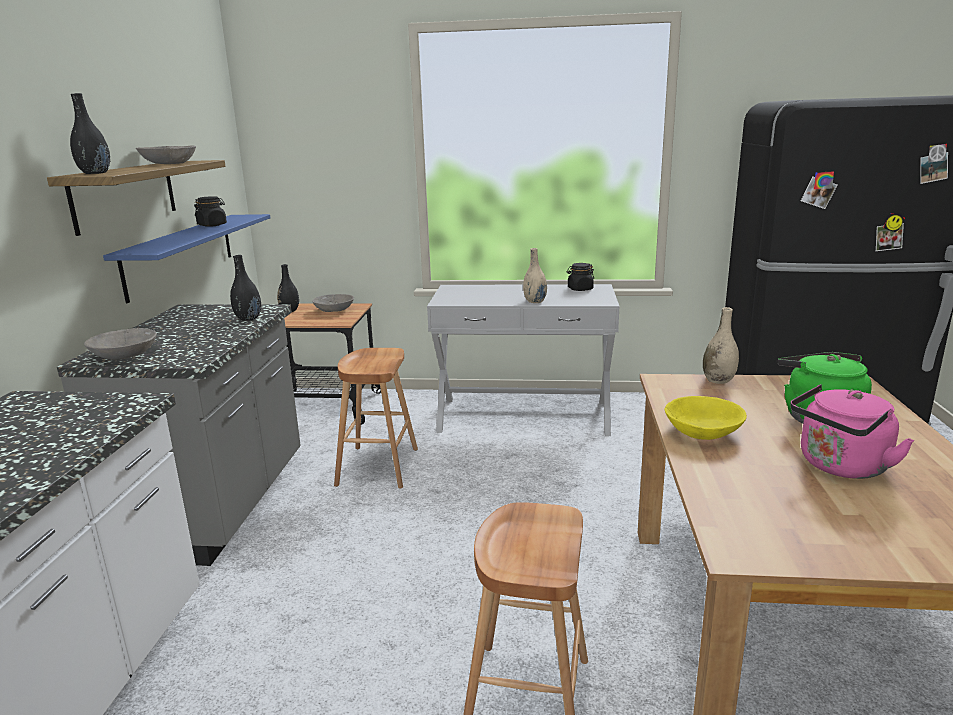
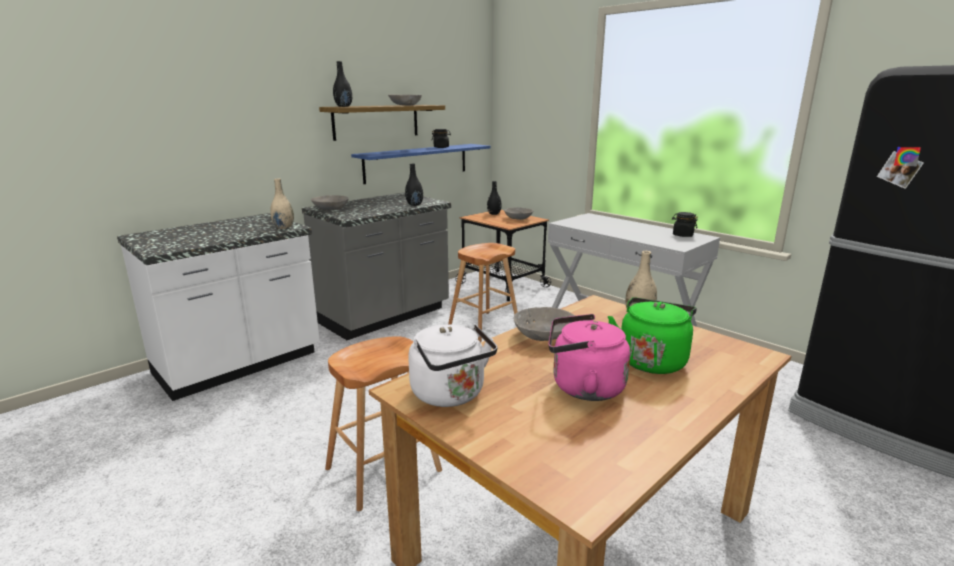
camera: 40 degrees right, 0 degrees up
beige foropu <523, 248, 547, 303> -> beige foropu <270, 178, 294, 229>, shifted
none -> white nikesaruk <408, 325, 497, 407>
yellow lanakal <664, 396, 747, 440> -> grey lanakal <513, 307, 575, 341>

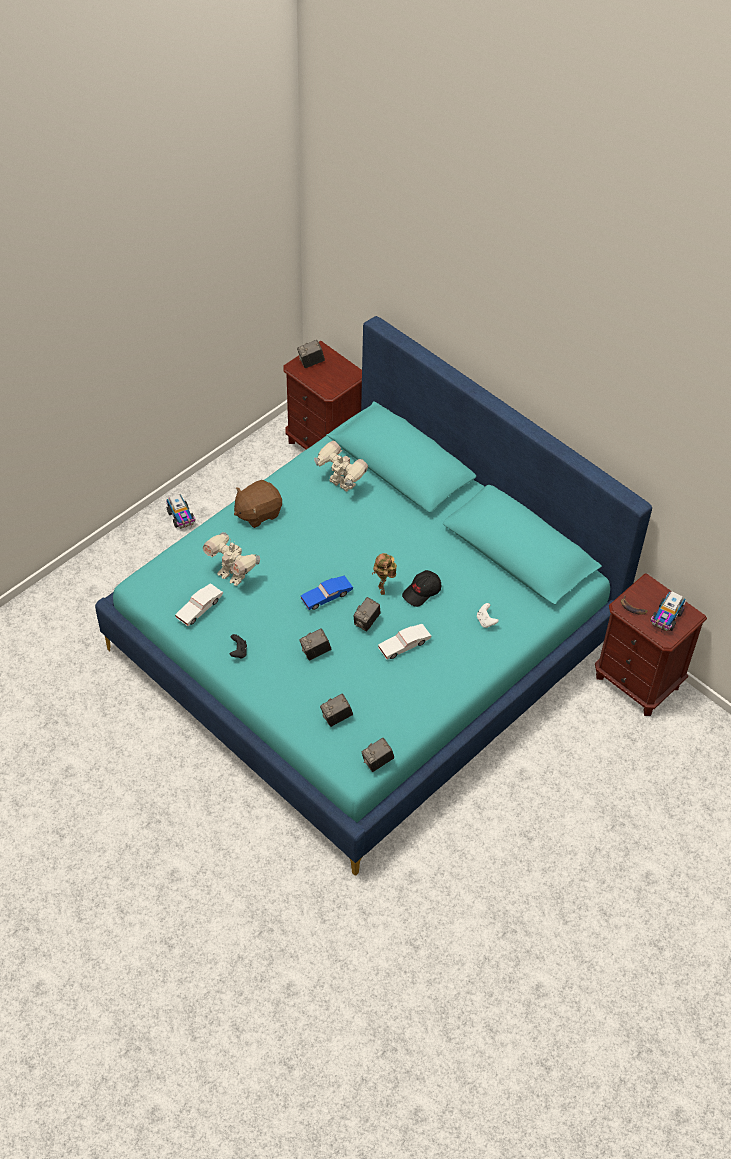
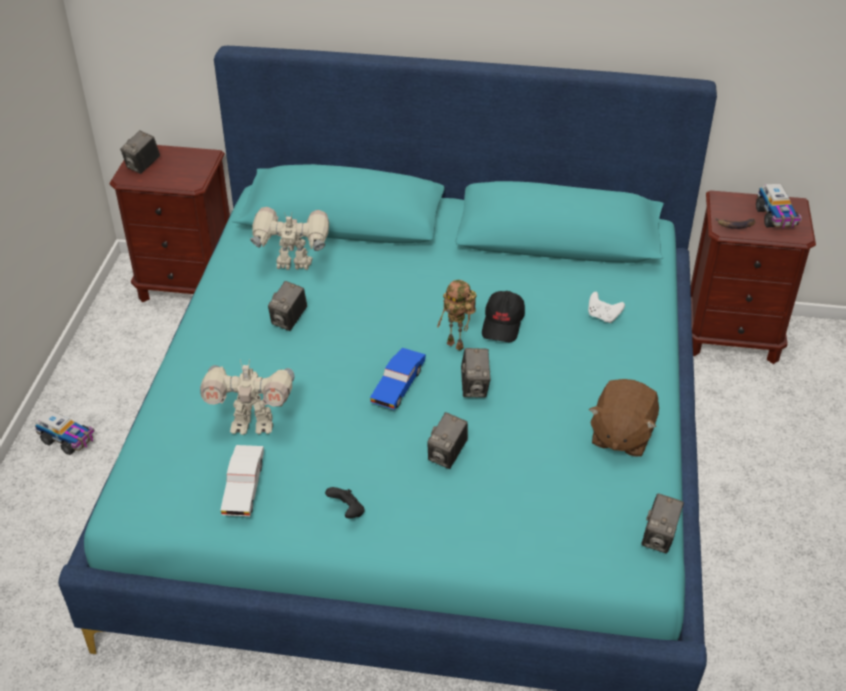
camera: 35 degrees left, 10 degrees down
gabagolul <320, 694, 353, 727> -> gabagolul <268, 281, 307, 331>, shifted
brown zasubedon <234, 480, 282, 528> -> brown zasubedon <589, 379, 659, 457>, shifted
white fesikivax <378, 624, 431, 660> -> none

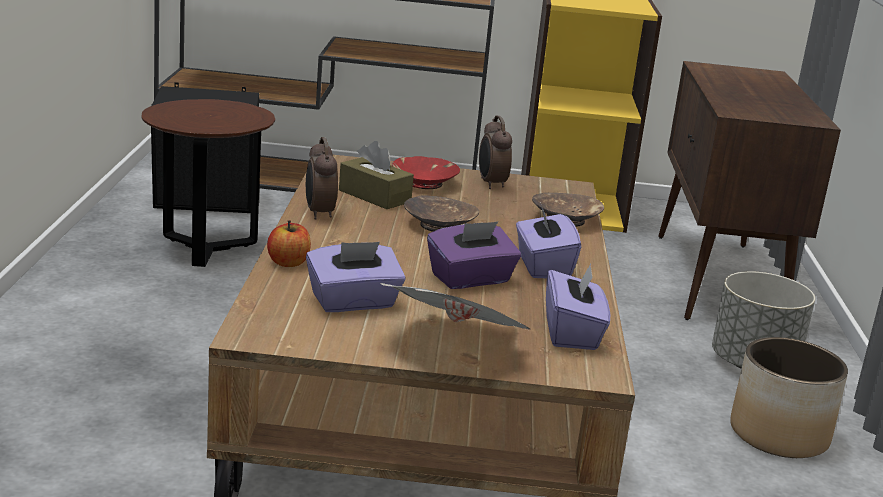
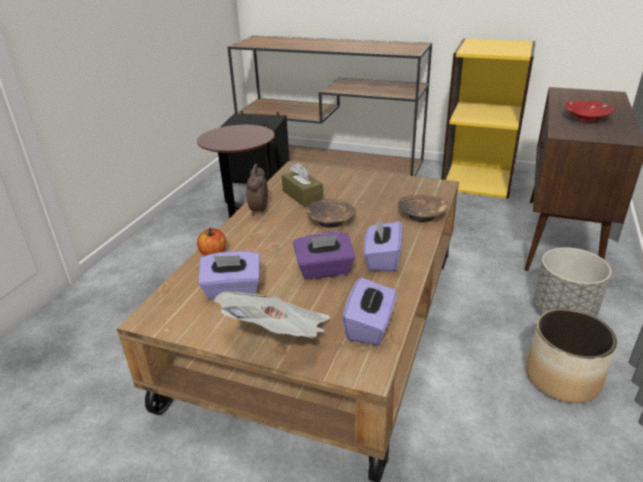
camera: 20 degrees right, 10 degrees up
red lanakal <392, 156, 460, 189> -> red lanakal <565, 101, 614, 123>, shifted
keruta <479, 116, 512, 189> -> none

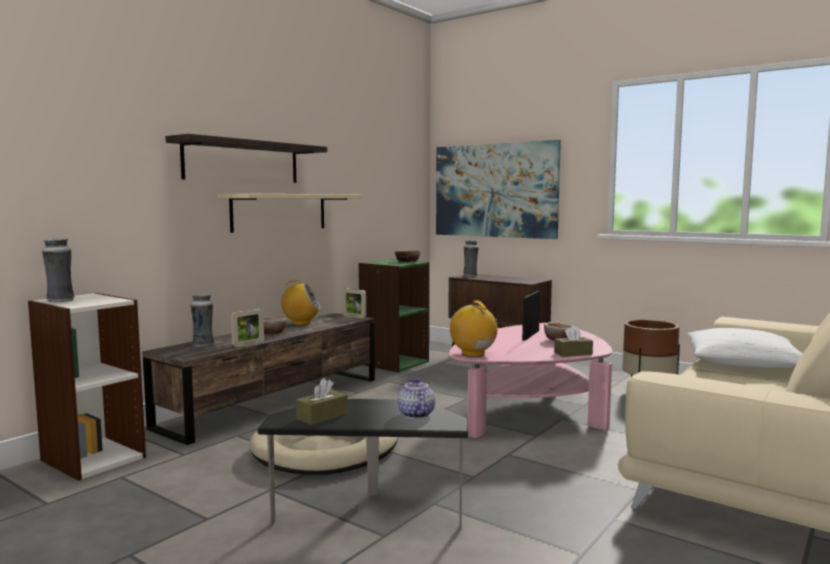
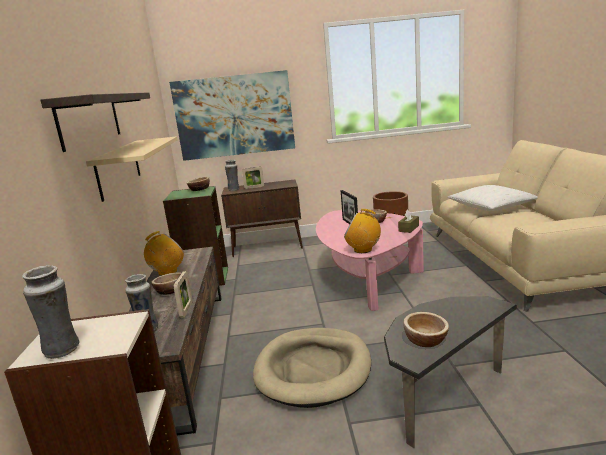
camera: 40 degrees left, 10 degrees up
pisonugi <342, 288, 366, 319> -> pisonugi <242, 167, 264, 189>, shifted
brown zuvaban <296, 378, 348, 425> -> lanakal <403, 312, 449, 347>
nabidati <397, 378, 435, 419> -> none

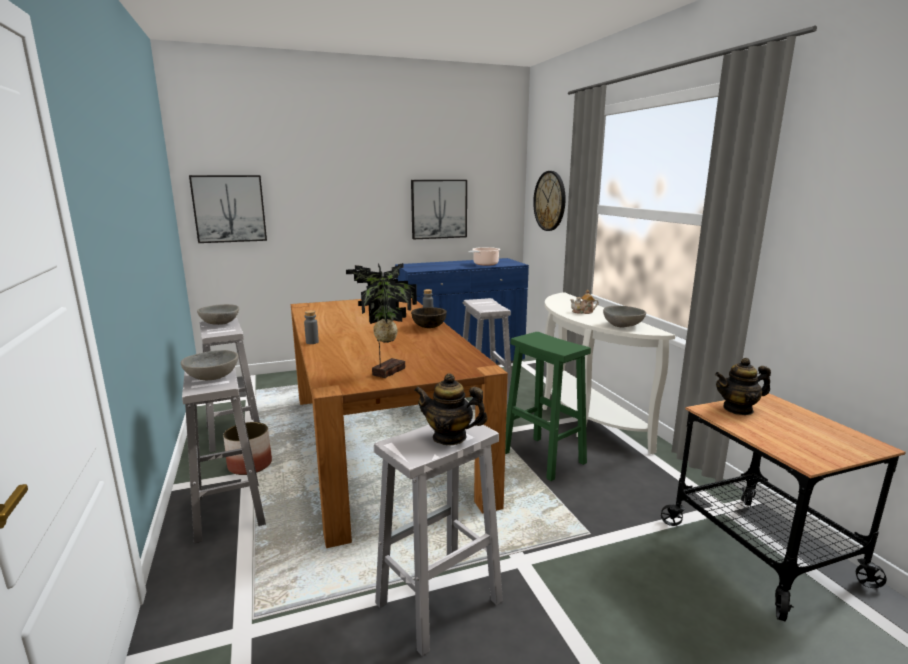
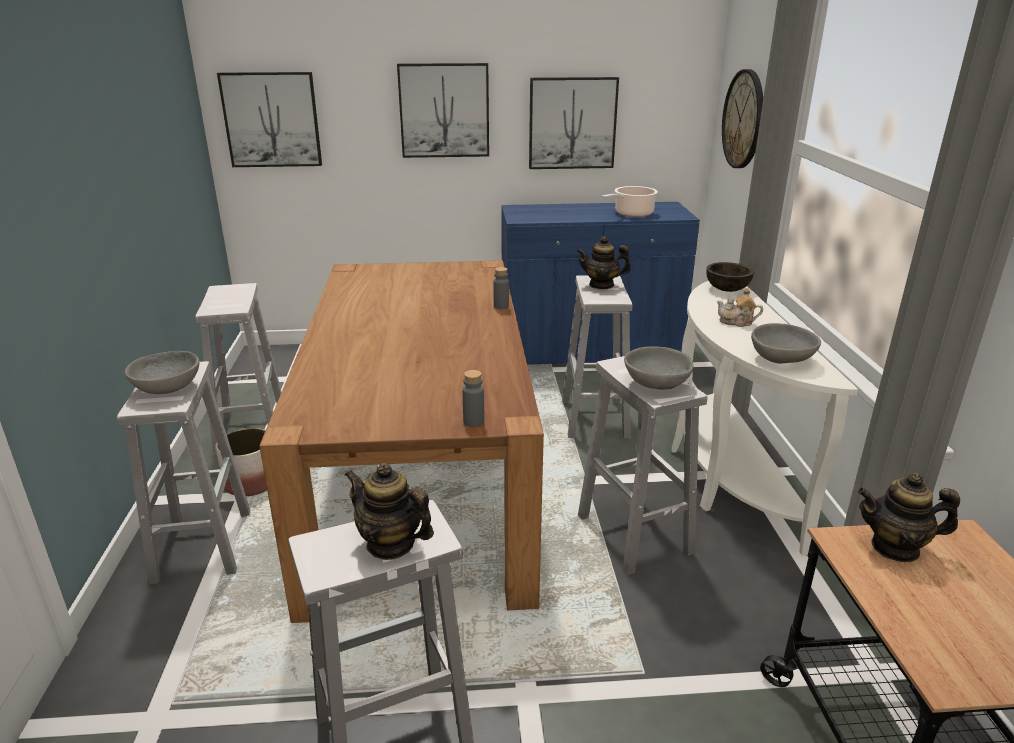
camera: 15 degrees right, 10 degrees up
none -> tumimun <397, 63, 489, 158>
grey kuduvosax <304, 310, 319, 344> -> grey kuduvosax <462, 370, 484, 427>, shifted
none -> nabidati <577, 236, 631, 289>
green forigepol <505, 332, 591, 481> -> white forigepol <578, 356, 707, 575>
grey lanakal <197, 304, 239, 325> -> grey lanakal <624, 346, 693, 390>, shifted
brown lanakal <411, 307, 447, 328> -> brown lanakal <706, 262, 754, 292>, shifted
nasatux <346, 263, 417, 378> -> none

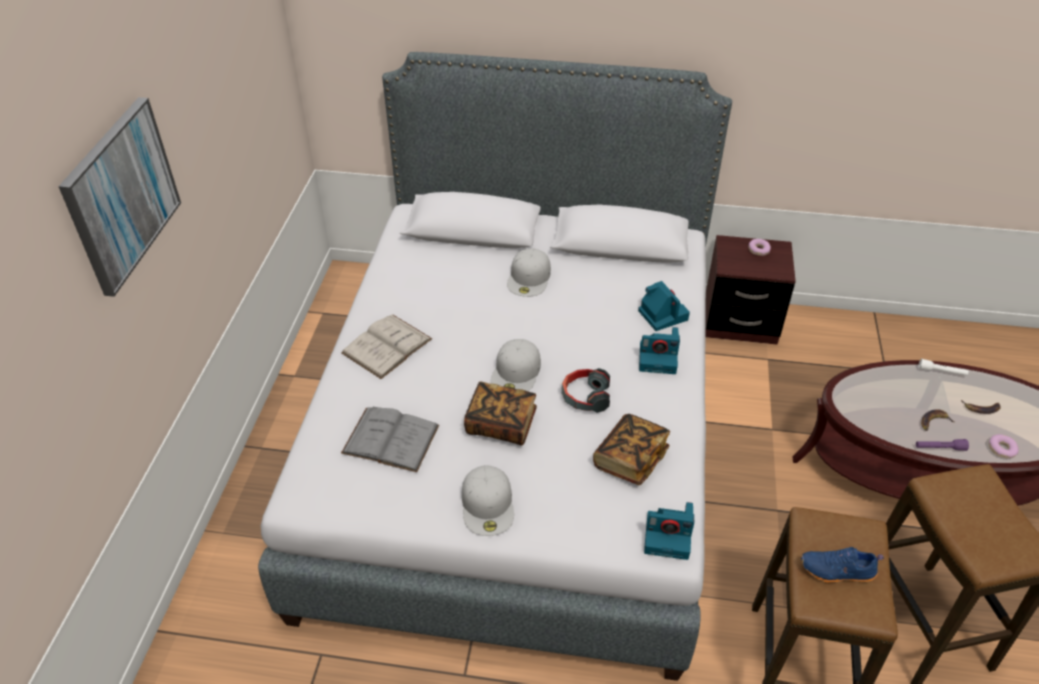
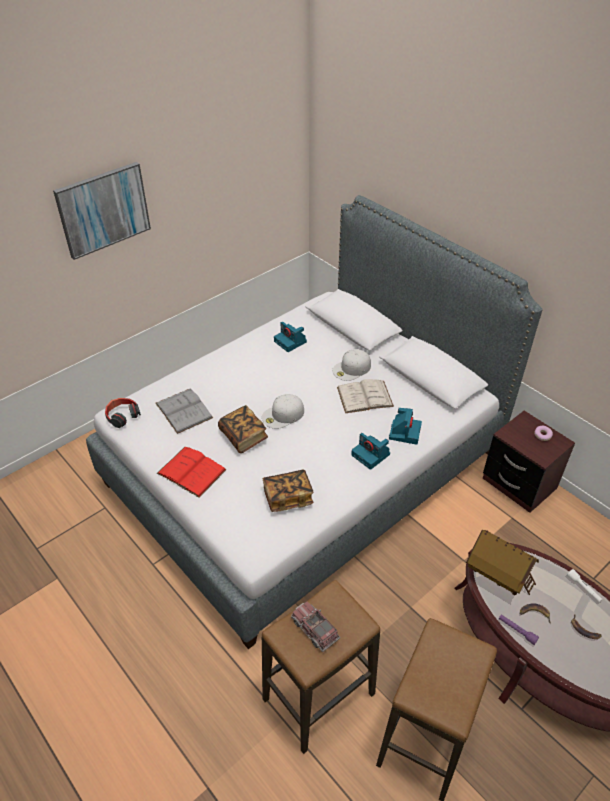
camera: 40 degrees right, 0 degrees up
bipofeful <562, 368, 610, 413> -> bipofeful <105, 398, 141, 428>, shifted
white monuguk <462, 465, 514, 536> -> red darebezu <157, 447, 227, 498>
gabagolul <644, 502, 694, 560> -> gabagolul <274, 321, 307, 352>, shifted
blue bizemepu <801, 547, 884, 583> -> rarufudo <291, 601, 340, 652>
white darebezu <342, 315, 433, 379> -> white darebezu <337, 379, 394, 413>, shifted
none -> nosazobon <466, 530, 539, 595>
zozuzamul <989, 434, 1019, 458> -> none

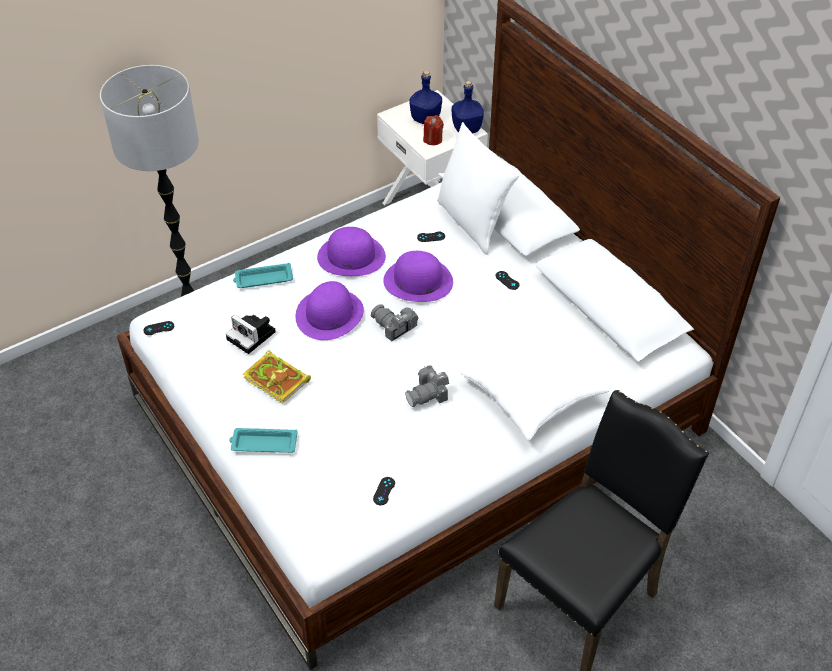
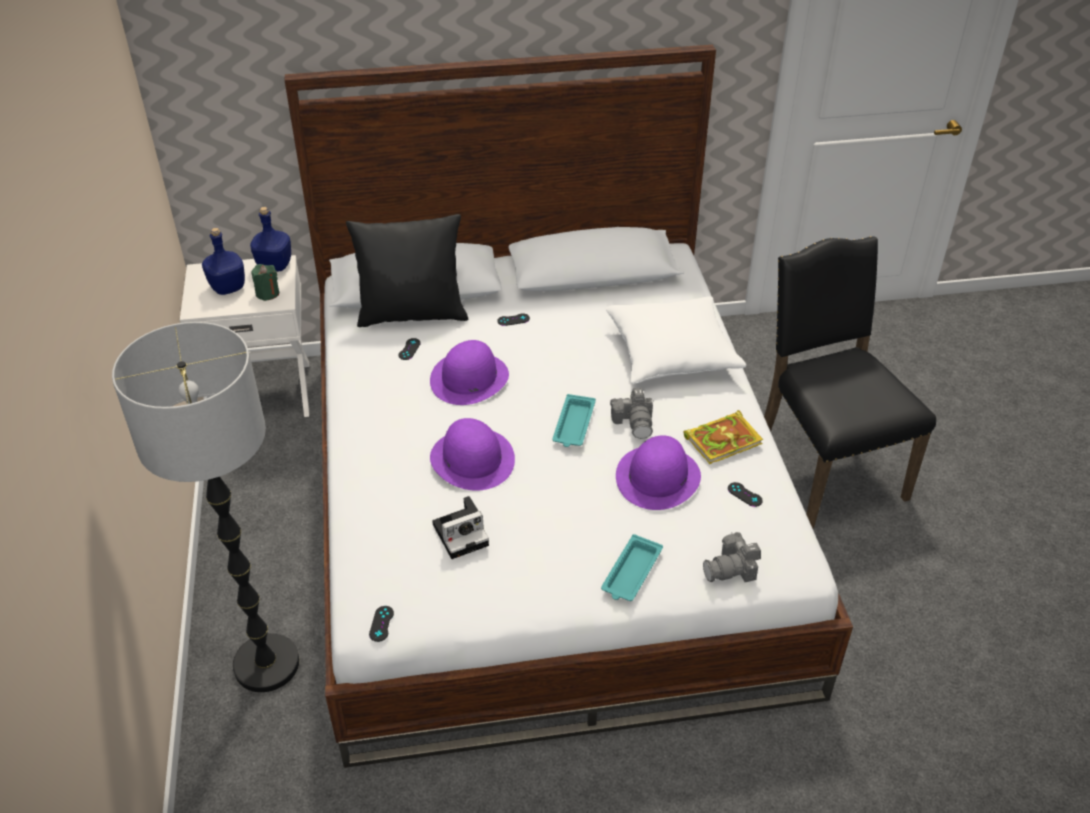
camera: 65 degrees left, 5 degrees down
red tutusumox <423, 115, 444, 145> -> green tutusumox <251, 264, 279, 301>
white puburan <437, 122, 519, 255> -> black puburan <346, 214, 468, 327>
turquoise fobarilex <233, 263, 293, 288> -> turquoise fobarilex <552, 394, 596, 447>, shifted
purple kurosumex <317, 227, 386, 276> -> purple kurosumex <616, 435, 701, 510>, shifted
darebezu <243, 350, 311, 403> -> darebezu <683, 410, 763, 464>, shifted
gabagolul <371, 304, 418, 342> -> gabagolul <703, 532, 761, 582>, shifted

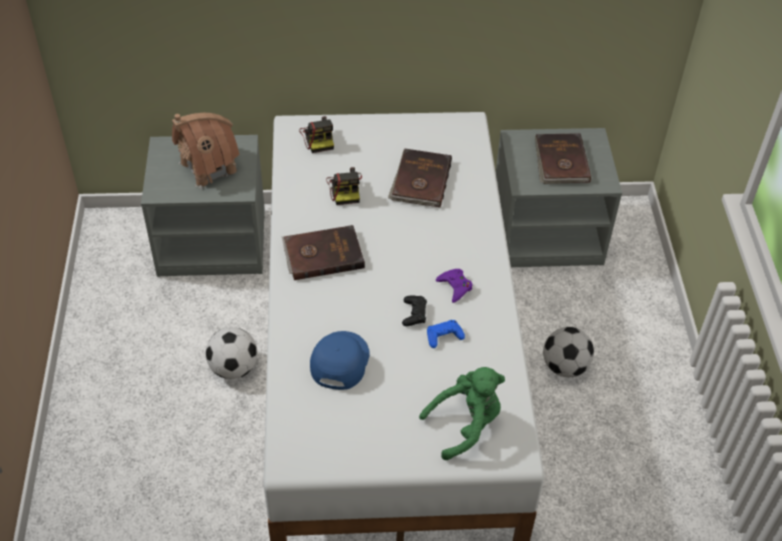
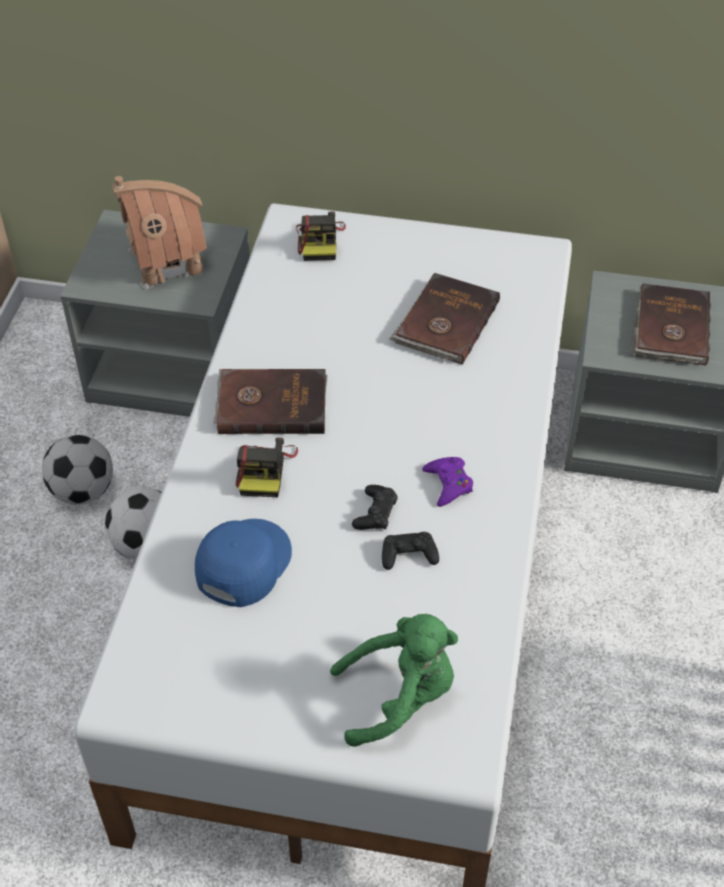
camera: 15 degrees right, 0 degrees up
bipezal <543, 327, 594, 377> -> bipezal <42, 435, 113, 505>, shifted
gabagolul <326, 167, 362, 205> -> gabagolul <236, 437, 298, 497>, shifted
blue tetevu <427, 320, 465, 348> -> black tetevu <382, 532, 439, 570>

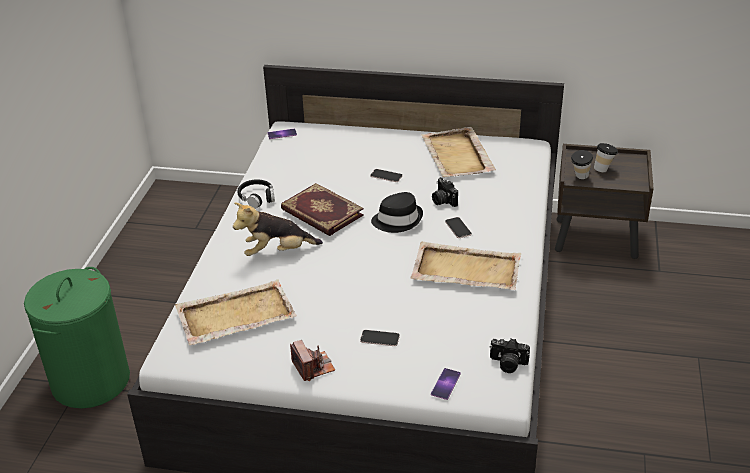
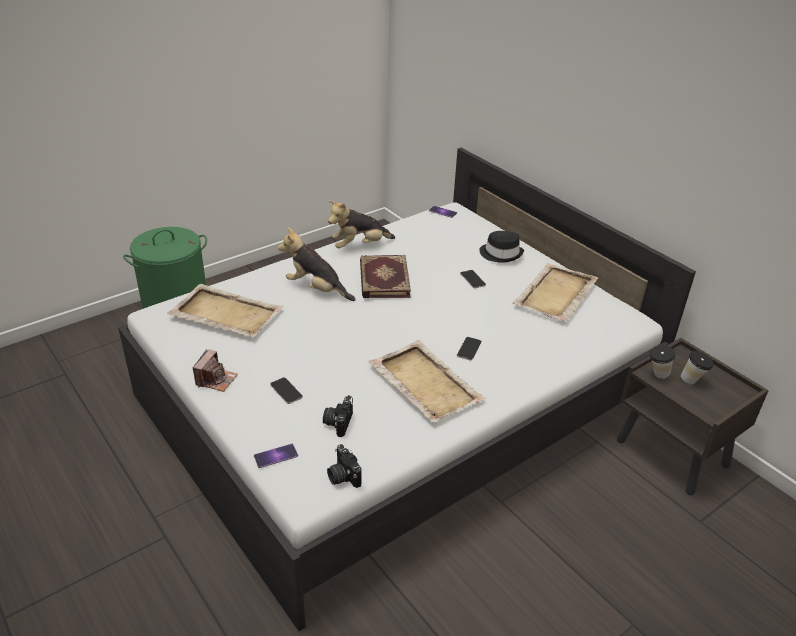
camera: 40 degrees right, 0 degrees up
gabagolul <432, 177, 458, 207> -> gabagolul <323, 395, 353, 437>, shifted
black bipofeful <237, 179, 275, 209> -> zasubedon <328, 200, 395, 248>
black kurosumex <371, 192, 423, 233> -> black kurosumex <479, 231, 524, 263>, shifted

